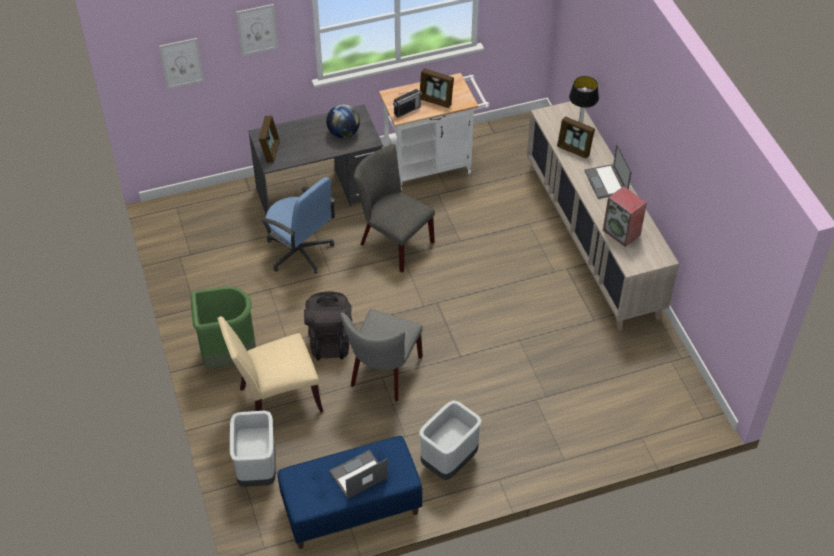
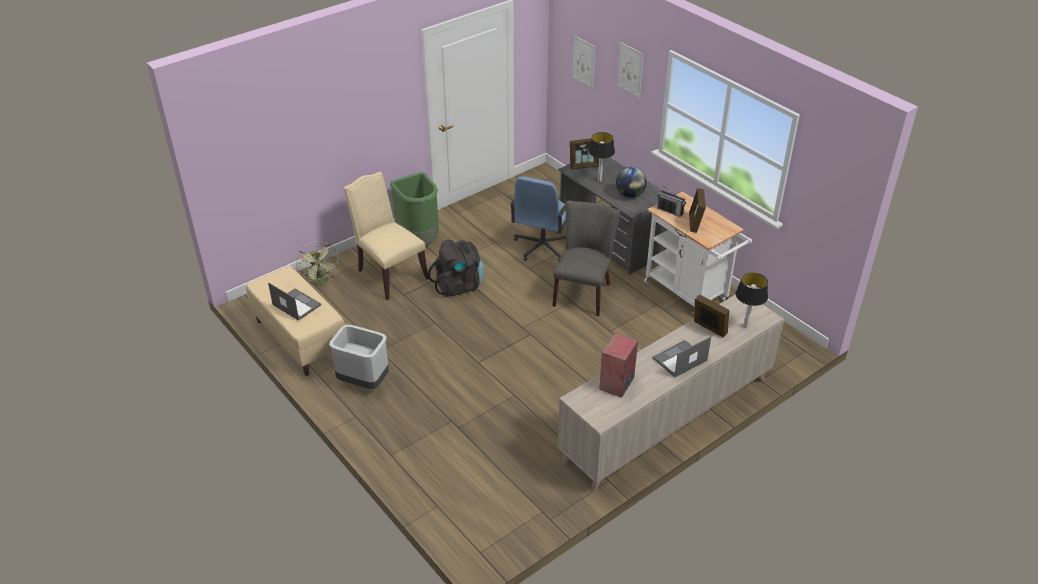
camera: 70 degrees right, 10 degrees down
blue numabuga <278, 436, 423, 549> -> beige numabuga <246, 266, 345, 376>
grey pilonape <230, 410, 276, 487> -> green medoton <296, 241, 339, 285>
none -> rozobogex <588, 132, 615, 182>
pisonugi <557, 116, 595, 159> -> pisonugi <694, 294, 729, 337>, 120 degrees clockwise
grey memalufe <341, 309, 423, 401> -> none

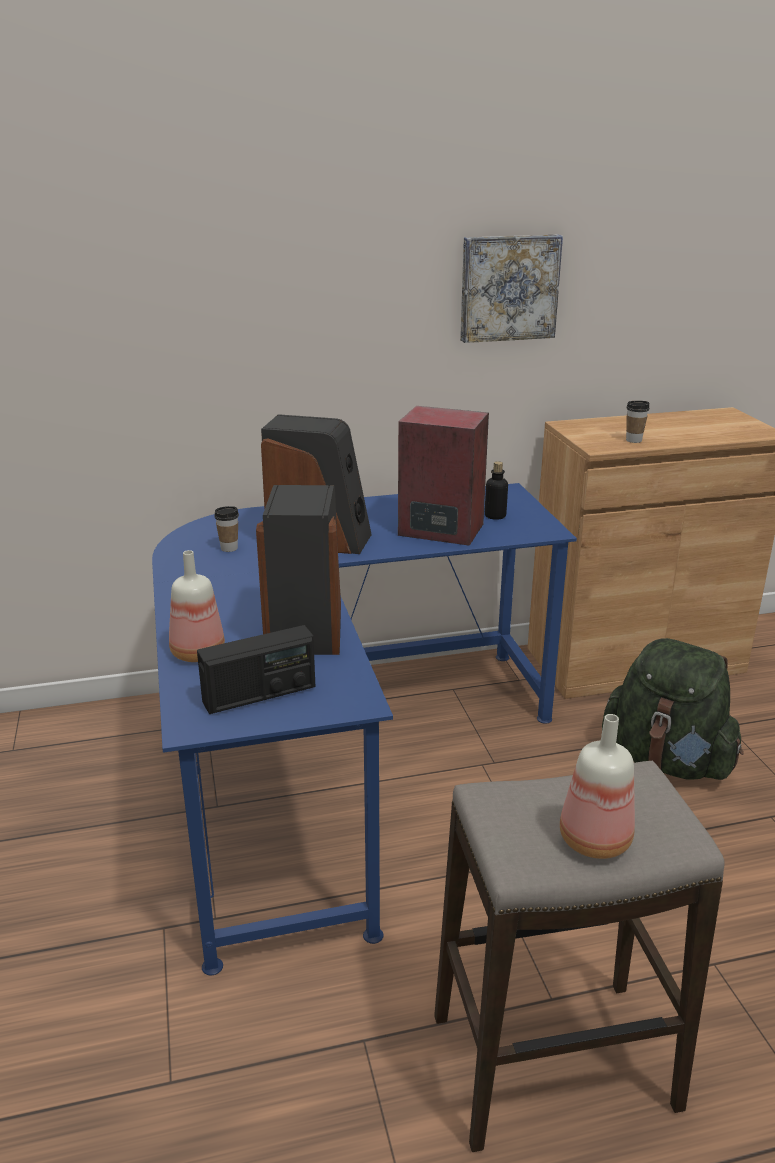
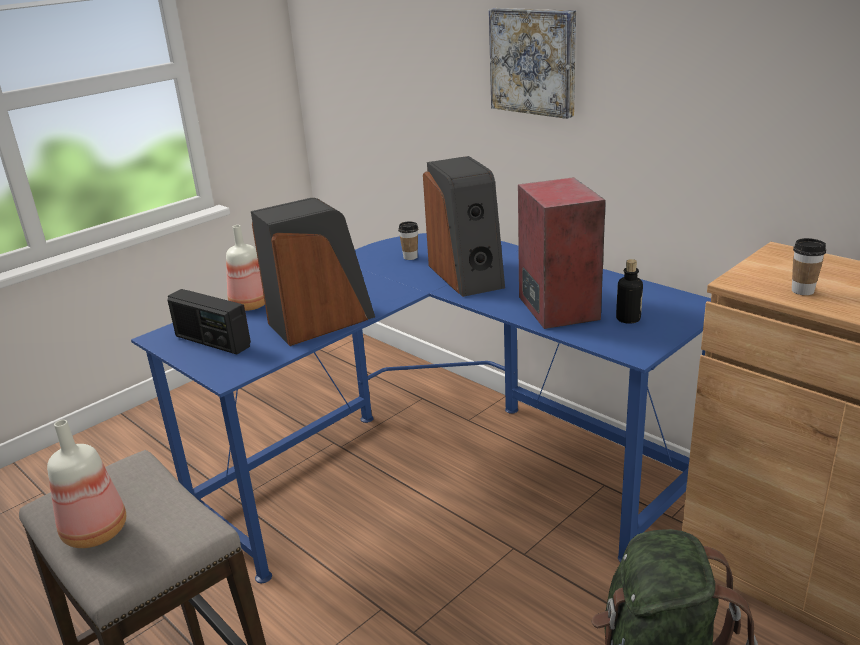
camera: 60 degrees right, 0 degrees up
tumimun <460, 234, 563, 343> -> tumimun <489, 8, 576, 119>, shifted

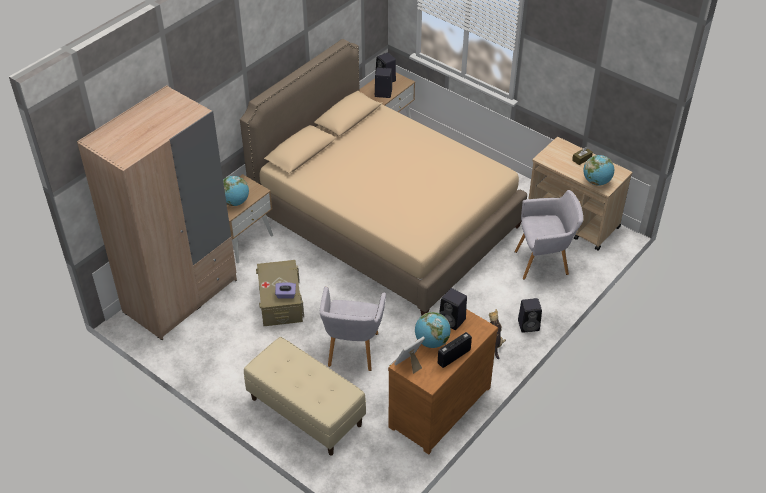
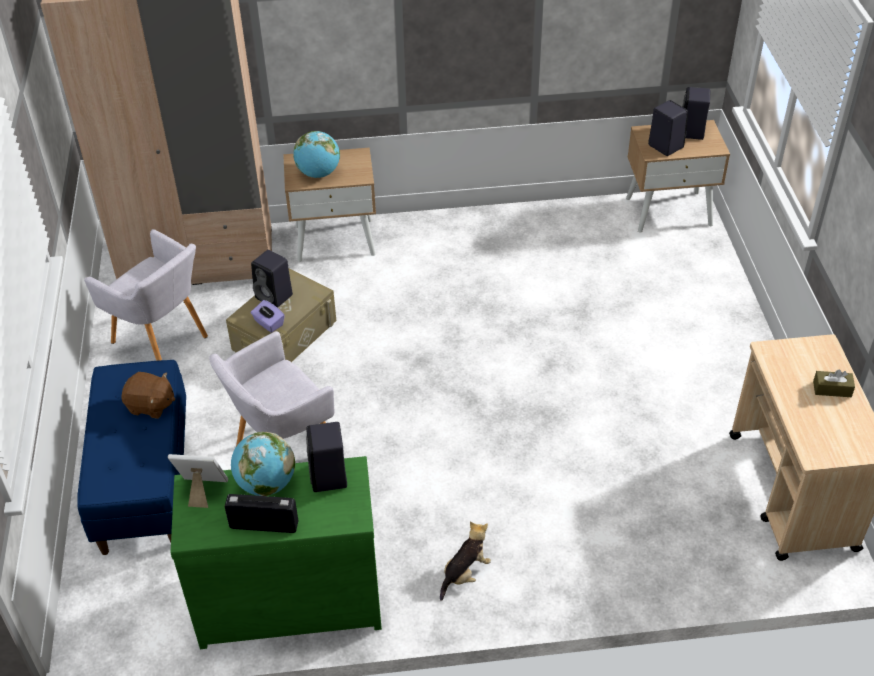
camera: 45 degrees right, 0 degrees up
beige numabuga <244, 337, 366, 456> -> blue numabuga <77, 360, 186, 555>
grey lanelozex <514, 190, 583, 280> -> grey lanelozex <84, 229, 208, 361>, shifted
none -> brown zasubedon <121, 372, 175, 419>
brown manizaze <388, 309, 498, 454> -> green manizaze <170, 456, 382, 649>
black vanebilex <518, 298, 542, 333> -> black vanebilex <251, 250, 293, 308>, shifted
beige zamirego <240, 39, 527, 315> -> none
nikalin <583, 155, 614, 185> -> none

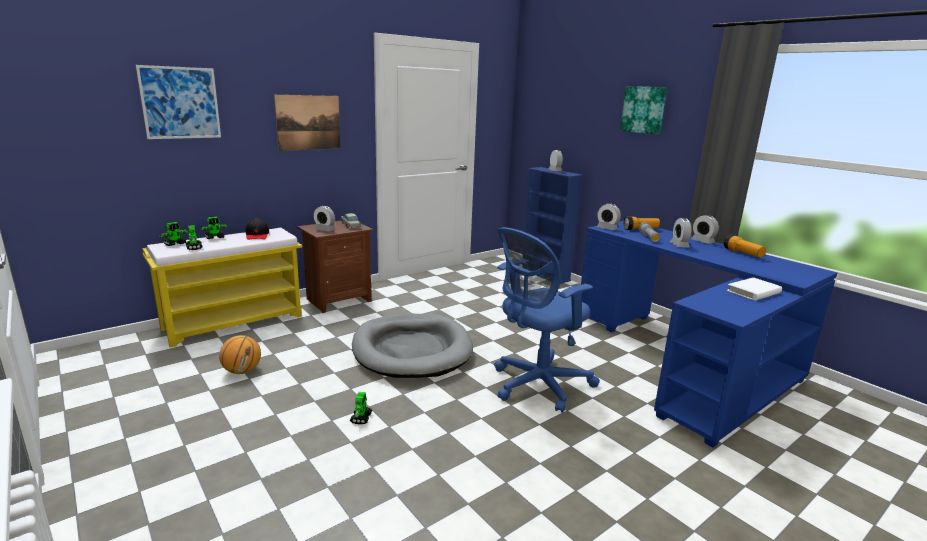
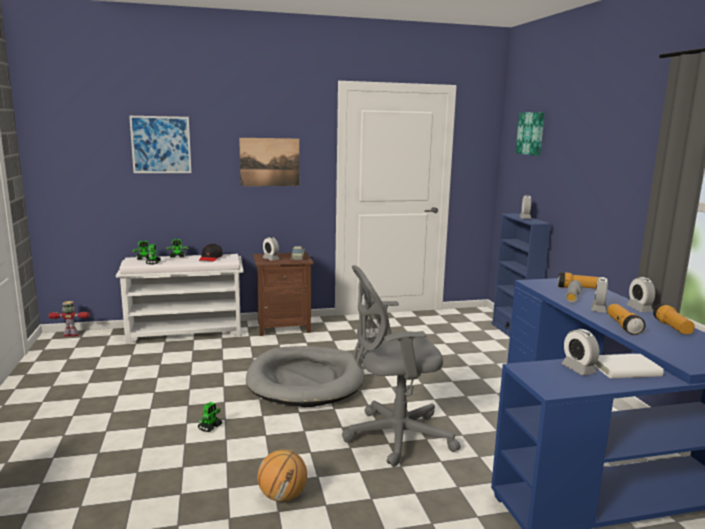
camera: 25 degrees right, 5 degrees down
none -> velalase <48, 301, 90, 337>
yellow numabuga <142, 228, 302, 348> -> white numabuga <116, 254, 244, 344>
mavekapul <219, 335, 261, 374> -> mavekapul <258, 449, 307, 502>, shifted
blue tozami <494, 227, 600, 413> -> grey tozami <342, 265, 461, 467>
tumimun <620, 86, 667, 135> -> tumimun <516, 112, 545, 156>, shifted
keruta <597, 204, 621, 230> -> keruta <561, 329, 599, 375>, shifted
none -> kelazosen <607, 304, 645, 335>

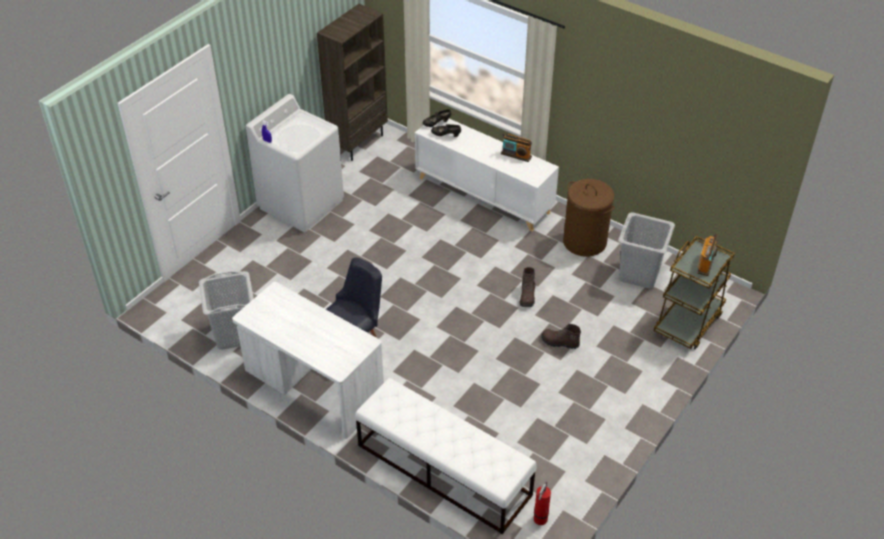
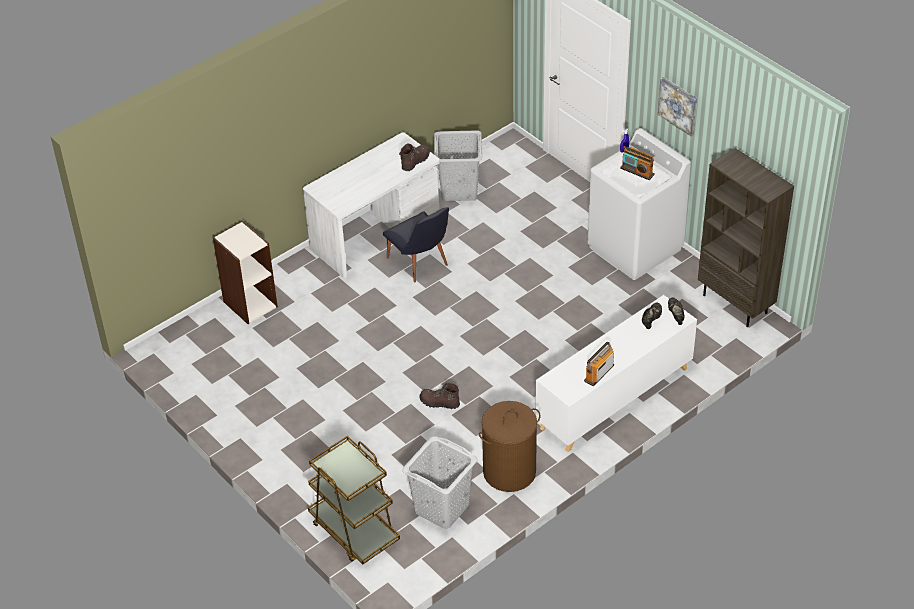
camera: 105 degrees right, 0 degrees up
white numabuga <355, 378, 537, 534> -> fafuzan <213, 221, 278, 324>
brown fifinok <541, 324, 581, 349> -> brown fifinok <399, 143, 430, 171>, shifted
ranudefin <697, 234, 718, 276> -> ranudefin <620, 146, 655, 180>, shifted
none -> tumimun <658, 77, 697, 136>
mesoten <534, 481, 551, 525> -> none

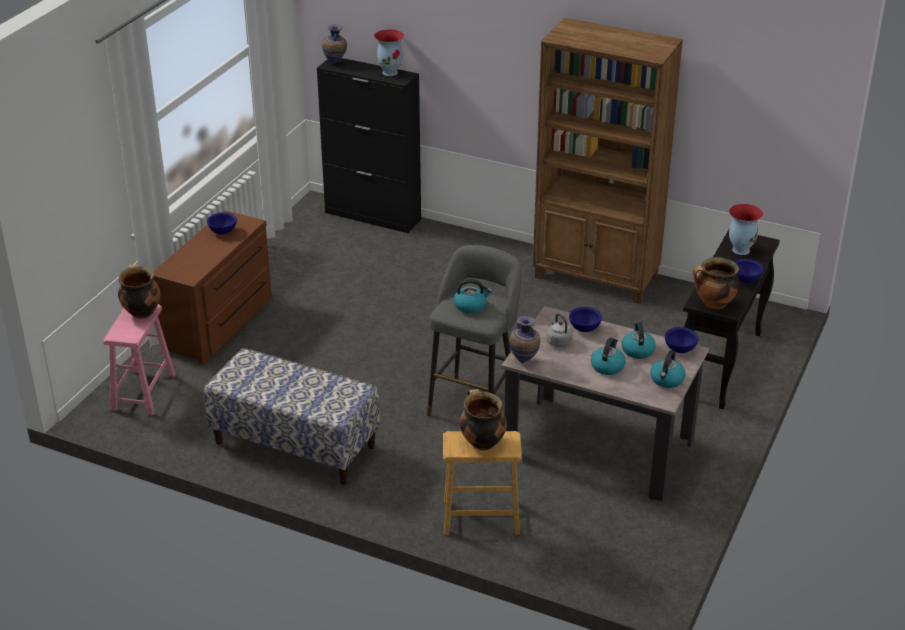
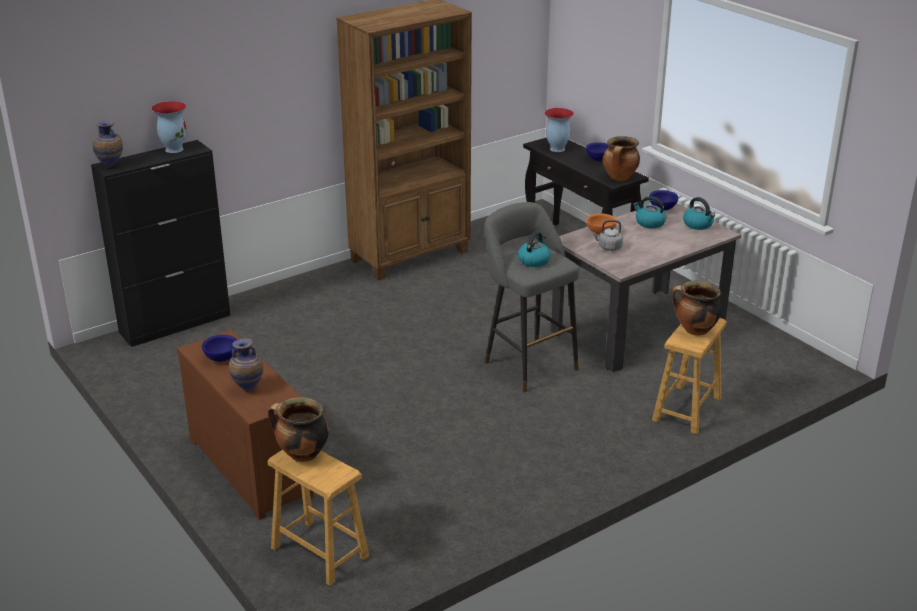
camera: 60 degrees left, 5 degrees down
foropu <509, 316, 540, 363> -> foropu <229, 339, 263, 392>, shifted
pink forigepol <103, 304, 176, 415> -> brown forigepol <268, 450, 369, 586>
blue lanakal <569, 307, 602, 332> -> orange lanakal <586, 213, 617, 235>
numabuga <204, 348, 380, 485> -> none
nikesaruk <591, 337, 625, 375> -> none

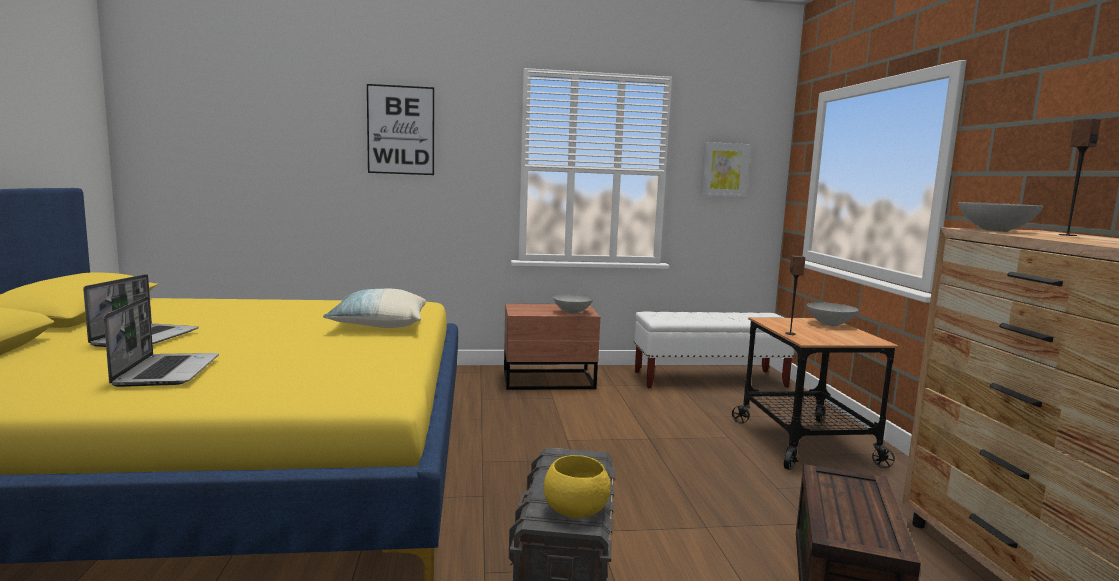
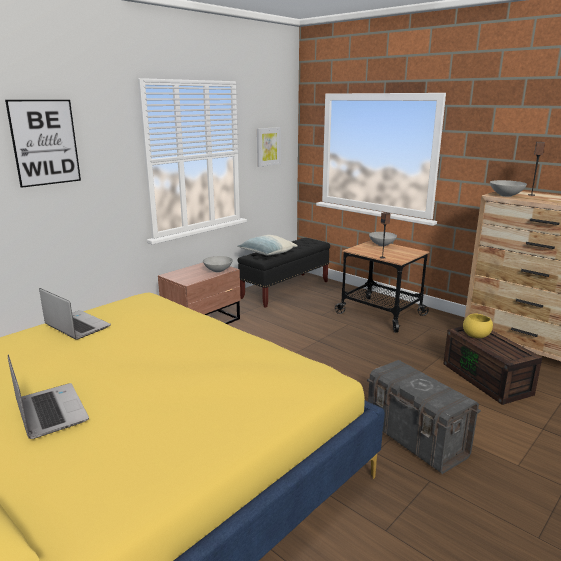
camera: 40 degrees left, 10 degrees up
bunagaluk <104, 296, 219, 387> -> bunagaluk <39, 288, 111, 340>, shifted
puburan <323, 289, 426, 328> -> puburan <238, 235, 298, 256>, shifted
white numabuga <634, 312, 795, 389> -> black numabuga <238, 238, 330, 308>
yellow lanakal <544, 455, 611, 518> -> yellow lanakal <463, 314, 493, 338>, shifted

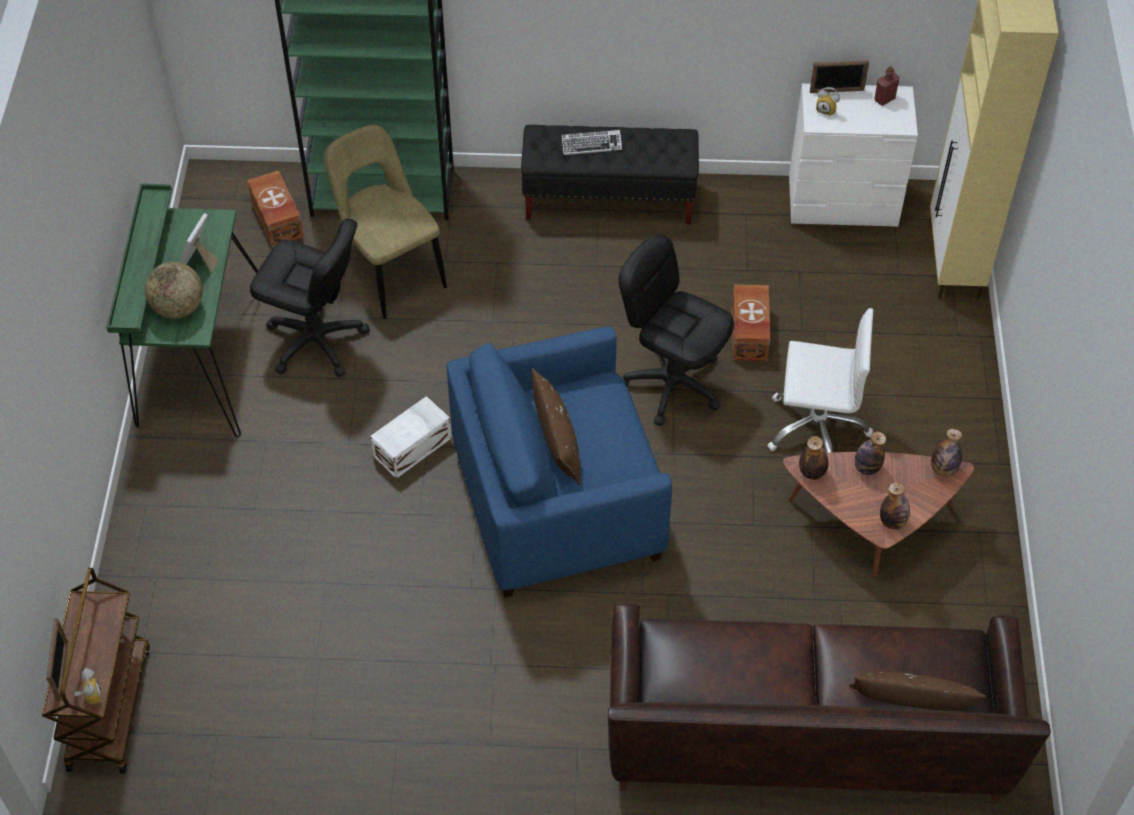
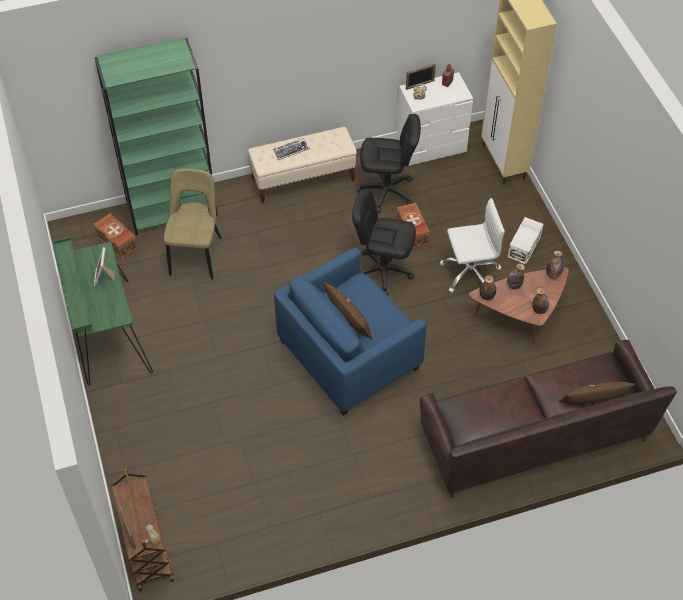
camera: 20 degrees left, 0 degrees up
beige memalufe <324, 125, 447, 319> -> beige memalufe <164, 168, 222, 279>, 60 degrees clockwise
black numabuga <521, 125, 699, 224> -> beige numabuga <248, 127, 357, 203>
black tozami <250, 218, 370, 377> -> black tozami <357, 114, 421, 213>, shifted
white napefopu <370, 396, 452, 479> -> white napefopu <507, 217, 544, 264>, shifted
nikalin <145, 262, 203, 319> -> none

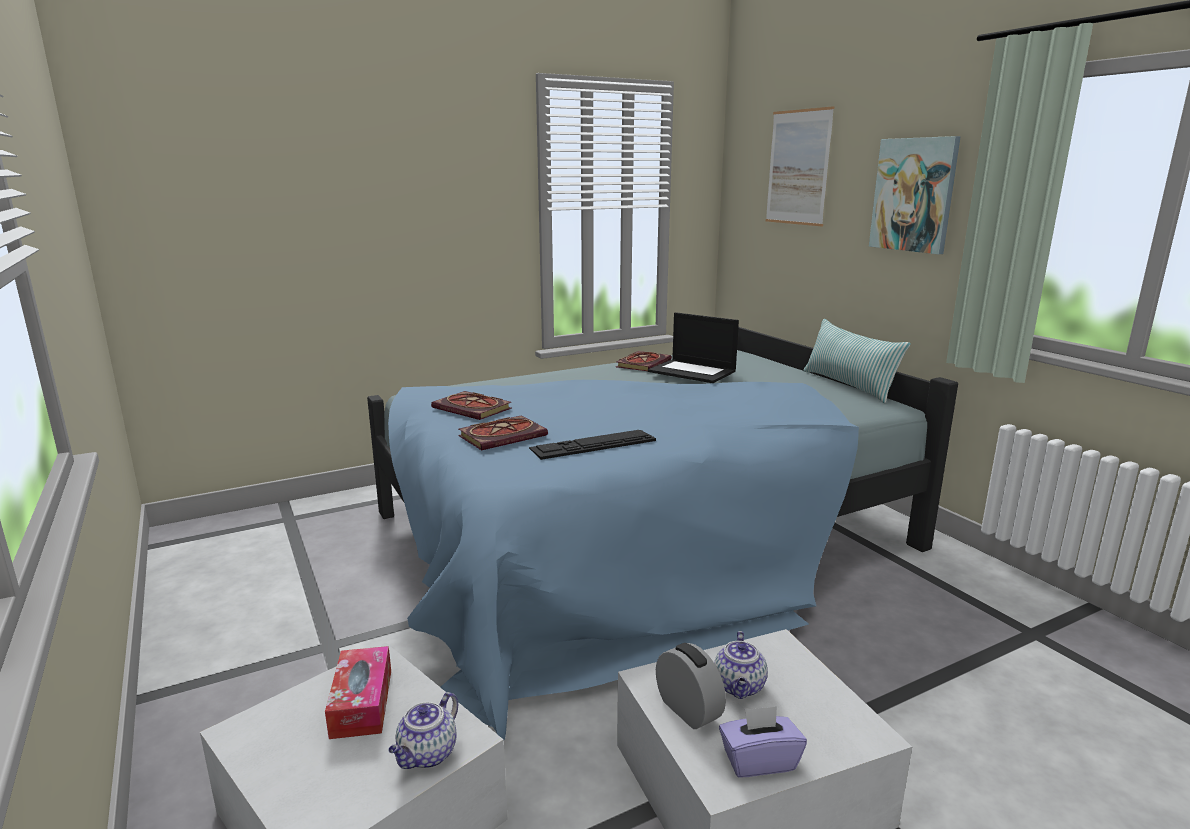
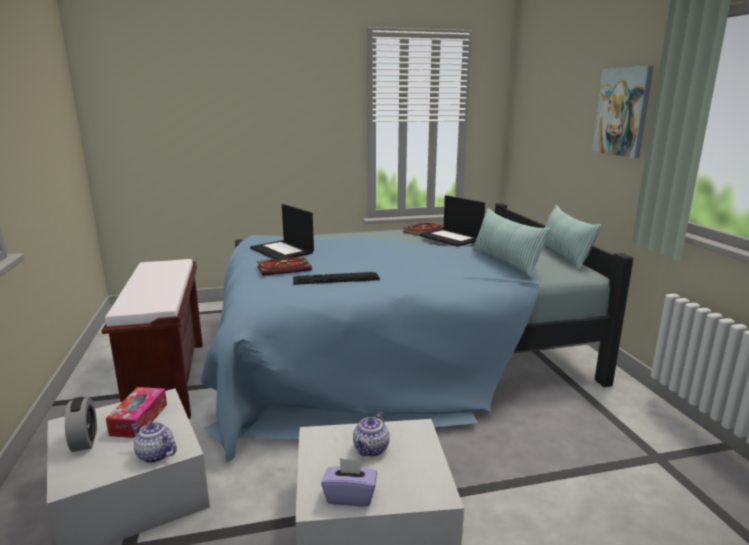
camera: 15 degrees right, 0 degrees up
keruta <656, 643, 726, 729> -> keruta <65, 397, 97, 452>, shifted
none -> brown numabuga <102, 259, 203, 419>
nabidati <388, 692, 458, 769> -> nabidati <131, 422, 177, 463>, 75 degrees clockwise
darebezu <431, 391, 512, 420> -> bunagaluk <250, 204, 314, 259>
none -> puburan <472, 208, 551, 277>
tumimun <766, 106, 834, 226> -> none

